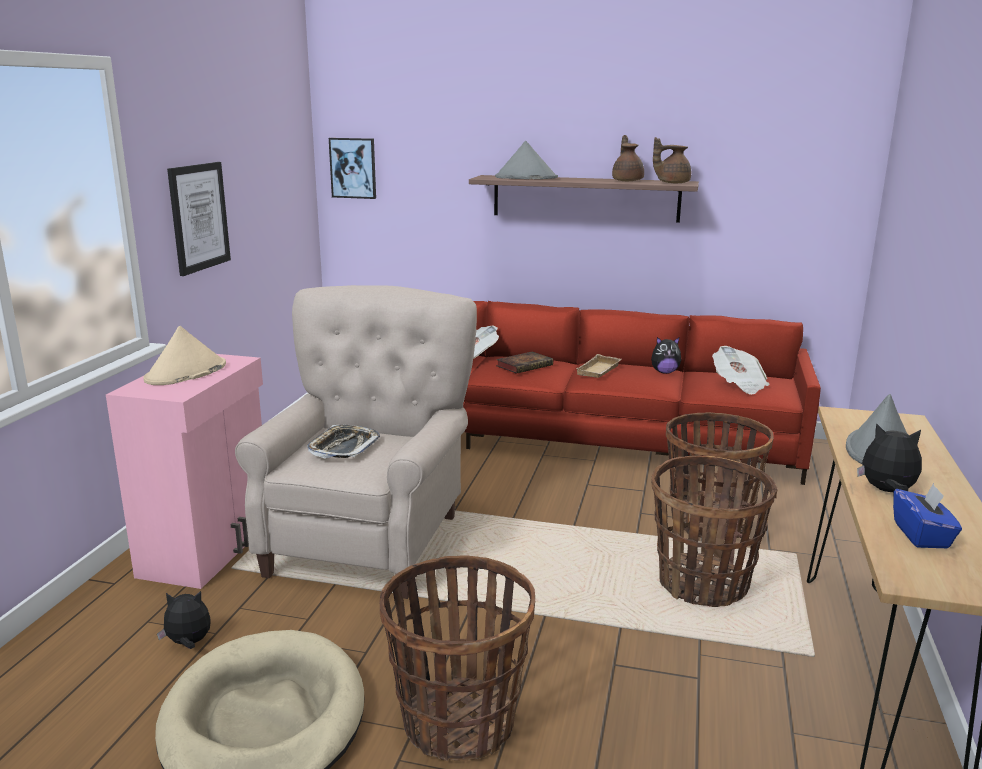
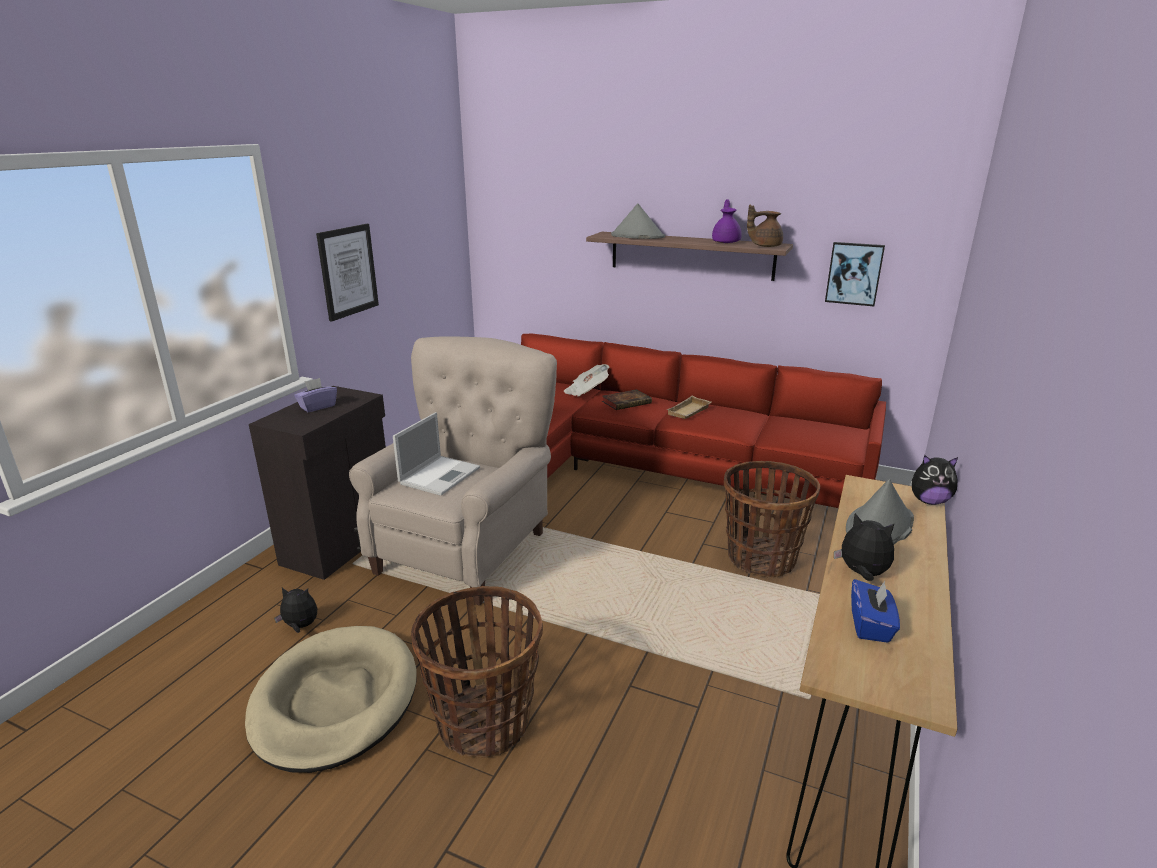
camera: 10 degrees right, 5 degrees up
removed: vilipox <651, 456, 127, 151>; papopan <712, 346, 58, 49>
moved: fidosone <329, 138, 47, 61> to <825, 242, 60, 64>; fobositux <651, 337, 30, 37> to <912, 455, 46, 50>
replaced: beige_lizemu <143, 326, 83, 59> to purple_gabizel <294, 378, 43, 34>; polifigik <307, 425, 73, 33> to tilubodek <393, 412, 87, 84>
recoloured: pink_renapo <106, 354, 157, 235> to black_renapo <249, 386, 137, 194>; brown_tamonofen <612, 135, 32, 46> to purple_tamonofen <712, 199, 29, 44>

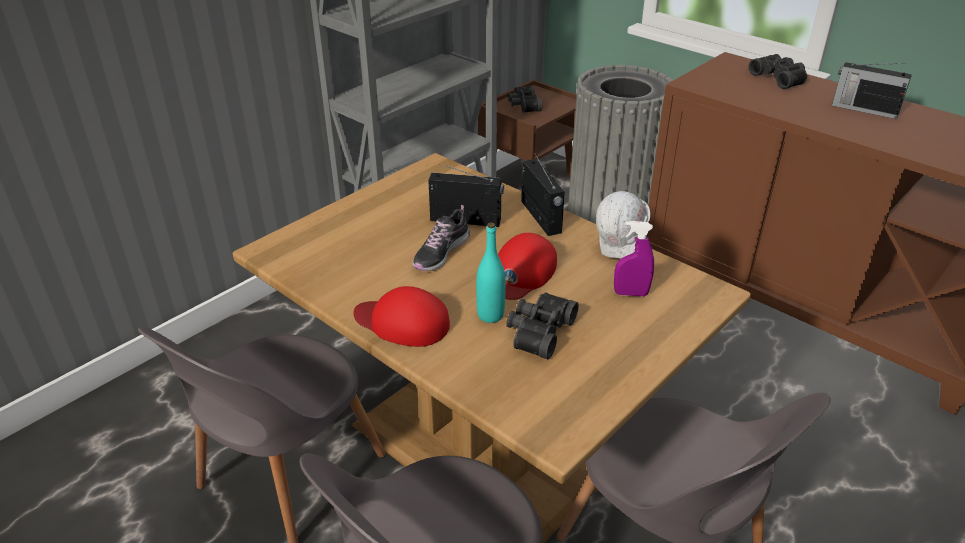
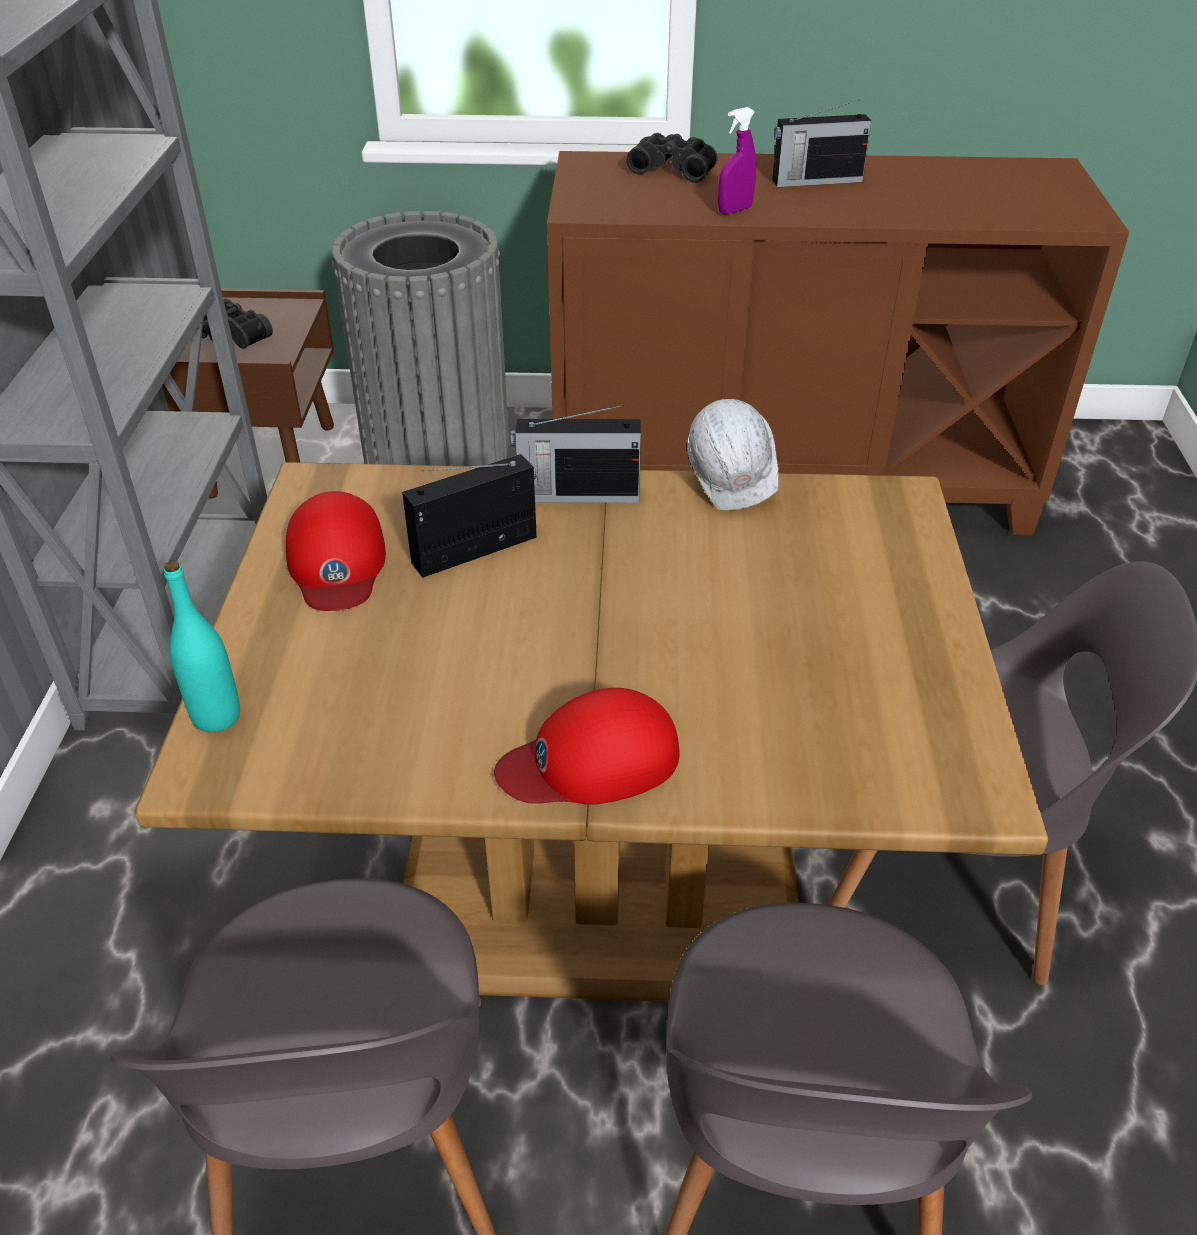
camera: 40 degrees left, 5 degrees up
removed: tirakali <413, 205, 57, 66>; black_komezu <506, 292, 73, 67>
moved: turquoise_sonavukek <476, 223, 30, 100> to <164, 560, 76, 172>; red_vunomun <498, 233, 59, 67> to <286, 491, 100, 120>; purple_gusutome <614, 221, 40, 75> to <718, 107, 38, 108>
turned: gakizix <521, 152, 44, 84> = <511, 405, 130, 98> 150 degrees clockwise

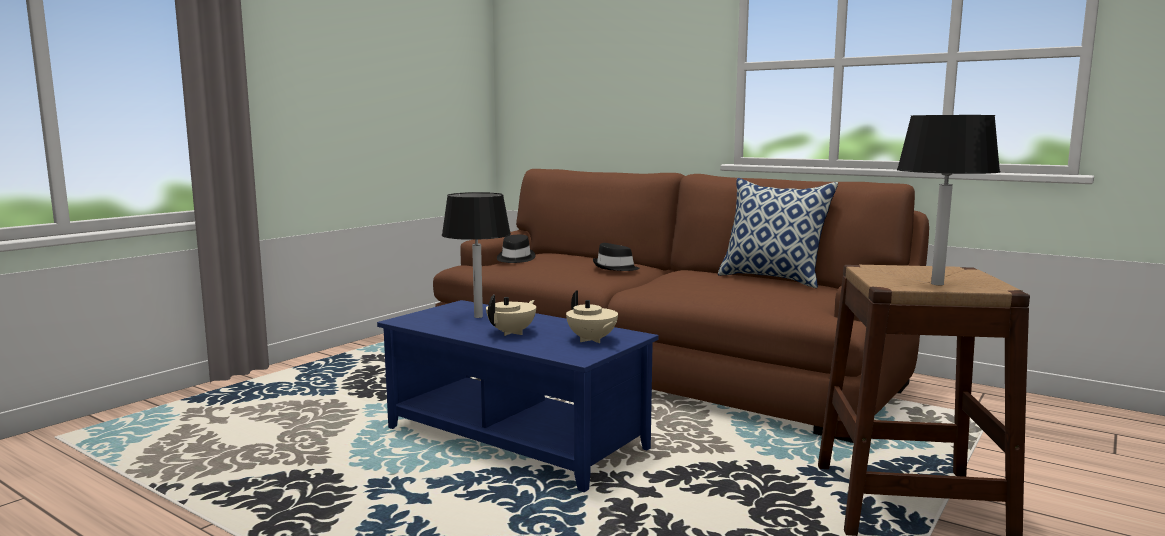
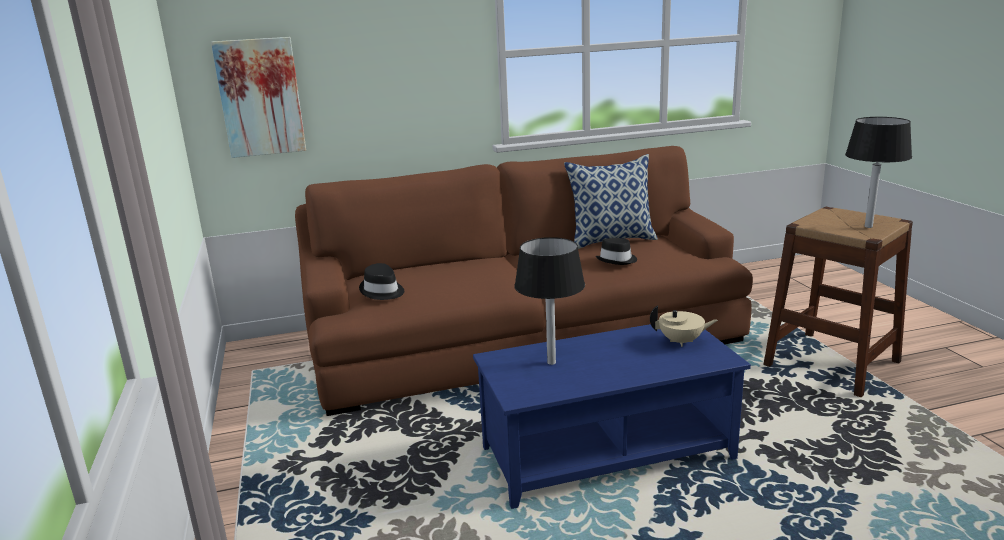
camera: 50 degrees left, 10 degrees up
removed: beige_tamonofen <486, 295, 50, 41>
added: fidosone <211, 37, 95, 121>
moved: black_lizemu <593, 243, 47, 28> to <596, 238, 41, 27>

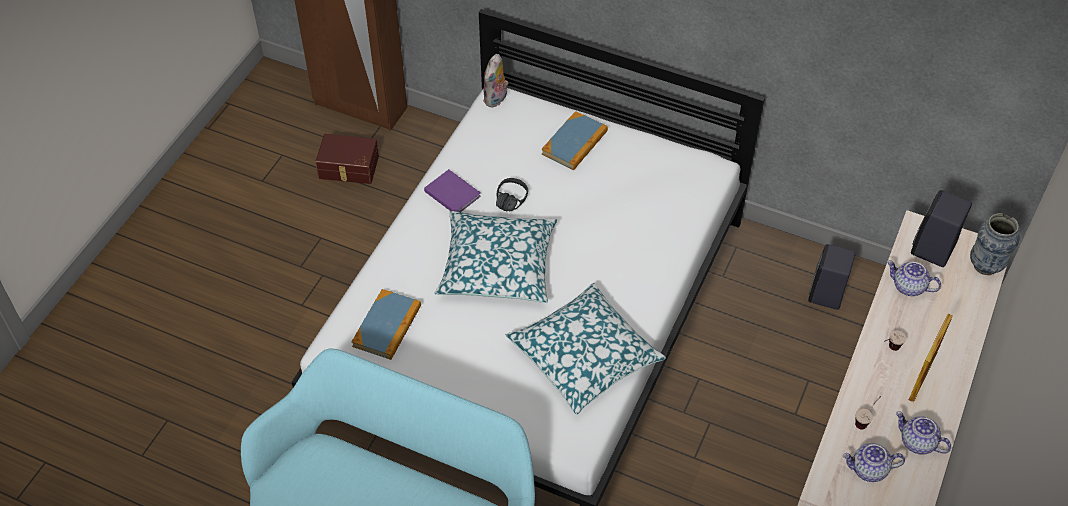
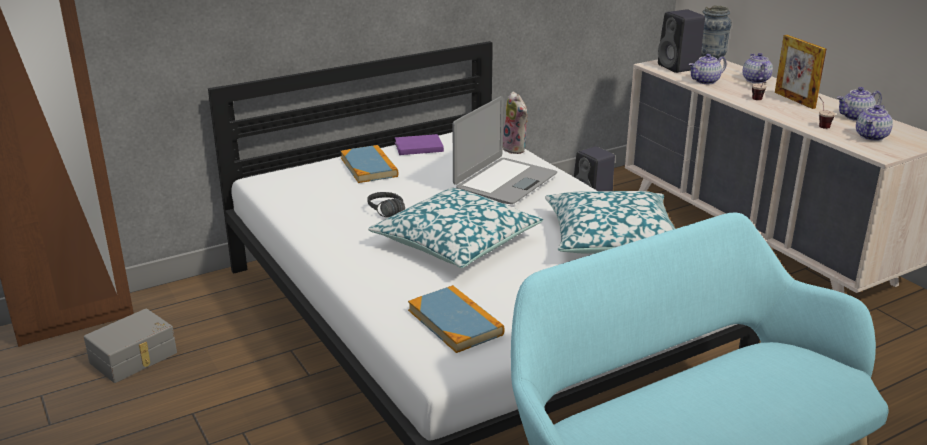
camera: 55 degrees left, 25 degrees down
added: tilubodek <453, 96, 104, 108>; tamonofen <743, 53, 30, 30>
moved: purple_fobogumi <424, 169, 57, 43> to <395, 134, 49, 21>; fobositux <483, 54, 25, 54> to <503, 91, 25, 63>
recoloured: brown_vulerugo <315, 134, 64, 50> to grey_vulerugo <84, 308, 93, 75>

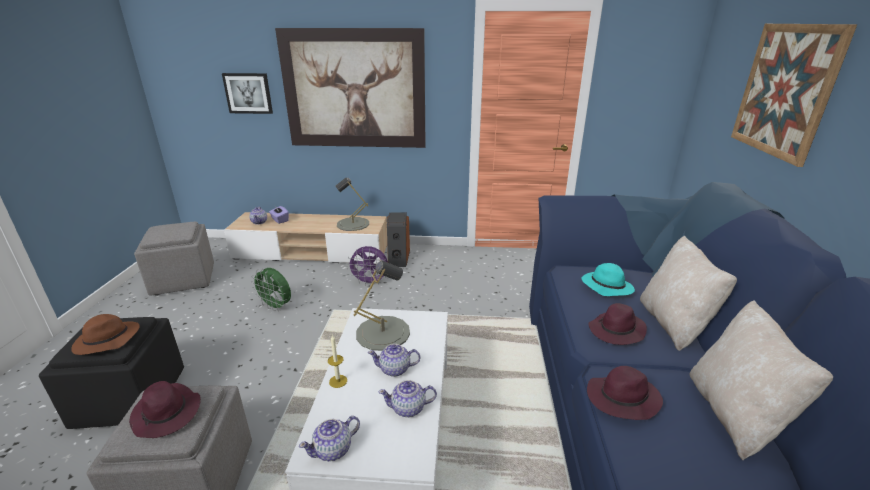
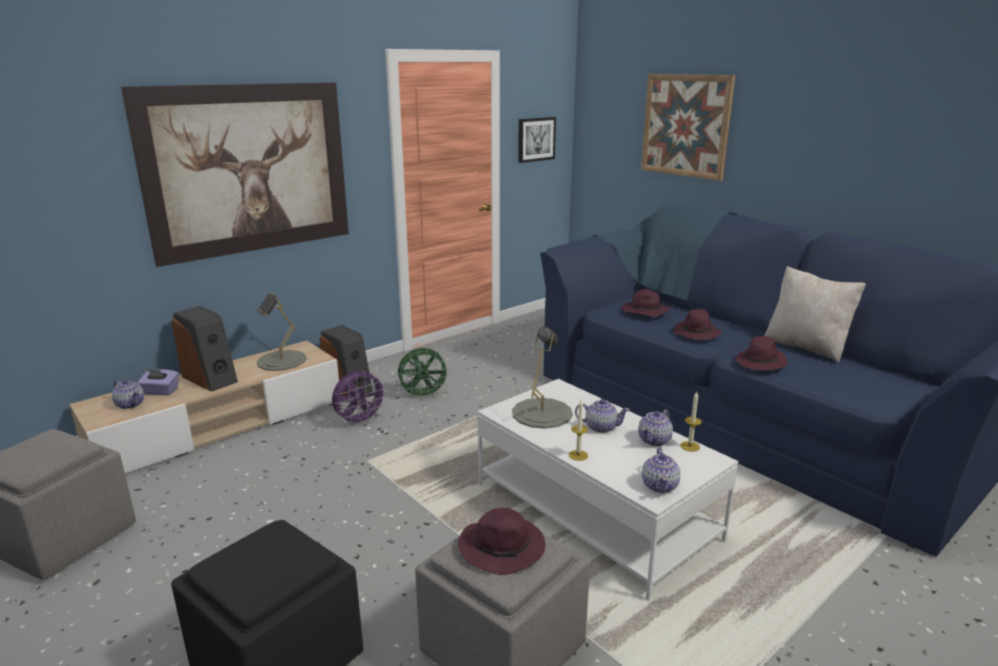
camera: 45 degrees left, 5 degrees down
removed: brown_lizemu <71, 314, 69, 41>; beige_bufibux <640, 236, 97, 115>
added: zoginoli <171, 306, 67, 85>; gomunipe <680, 392, 22, 60>
moved: fidosone <222, 73, 51, 41> to <518, 117, 38, 46>; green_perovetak <251, 268, 40, 43> to <396, 348, 54, 52>
recoloured: turquoise_lizemu <582, 263, 53, 33> to purple_lizemu <621, 289, 49, 28>
turned: tamonofen <368, 344, 52, 33> = <575, 399, 55, 34> 120 degrees counterclockwise

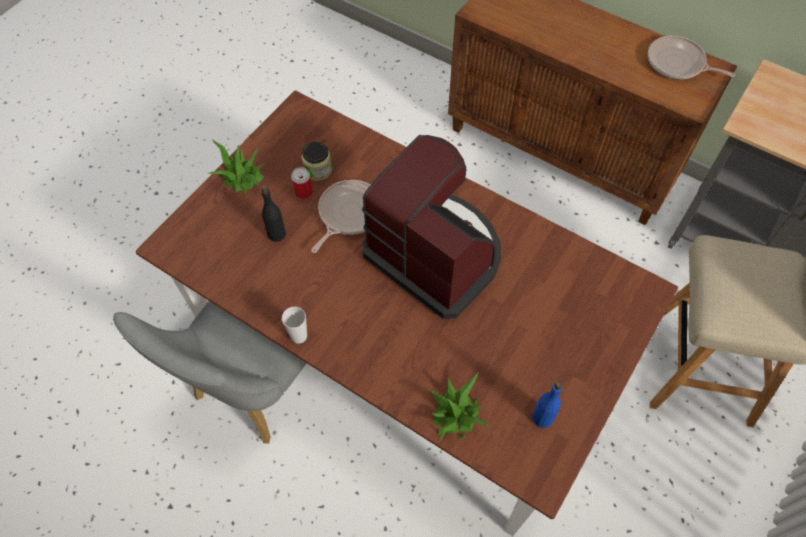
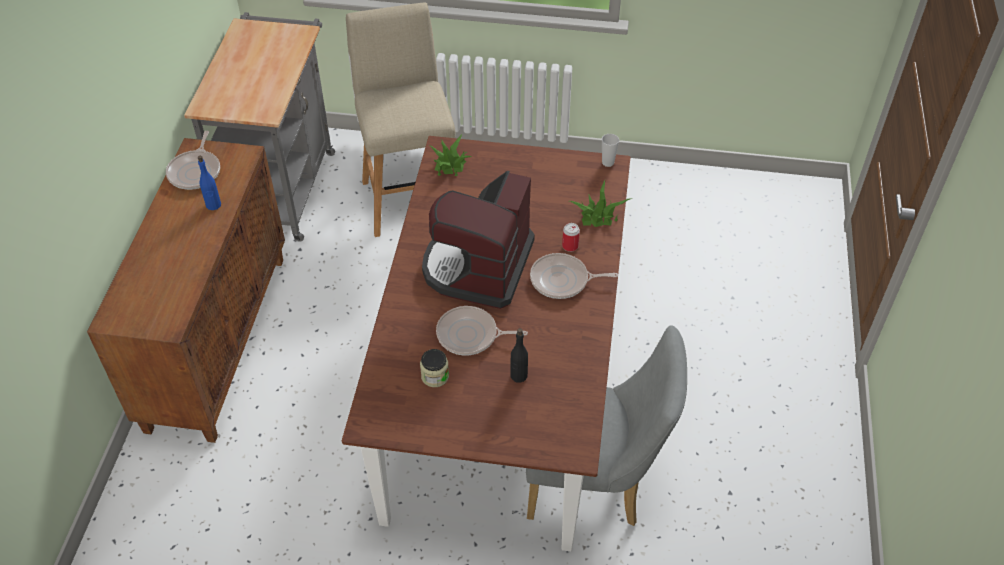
camera: 115 degrees left, 10 degrees down
added: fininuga <530, 253, 88, 46>
moved: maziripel <207, 138, 58, 56> to <430, 134, 42, 42>; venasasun <282, 307, 25, 37> to <602, 134, 17, 33>; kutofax <291, 167, 22, 32> to <562, 223, 18, 29>; blue_sonavukek <532, 382, 30, 46> to <198, 156, 23, 54>

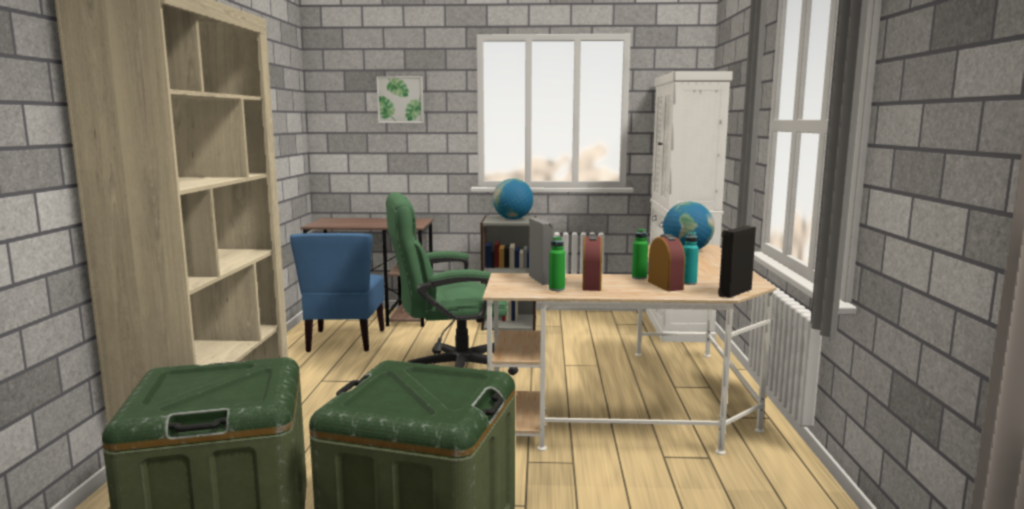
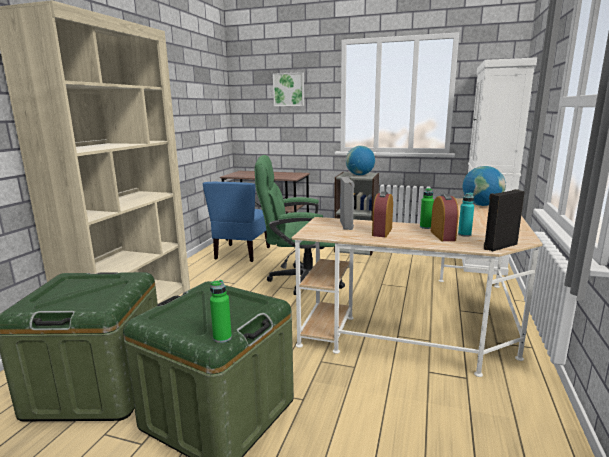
camera: 15 degrees right, 5 degrees up
moved: green_sonavukek <549, 236, 16, 55> to <210, 280, 22, 63>

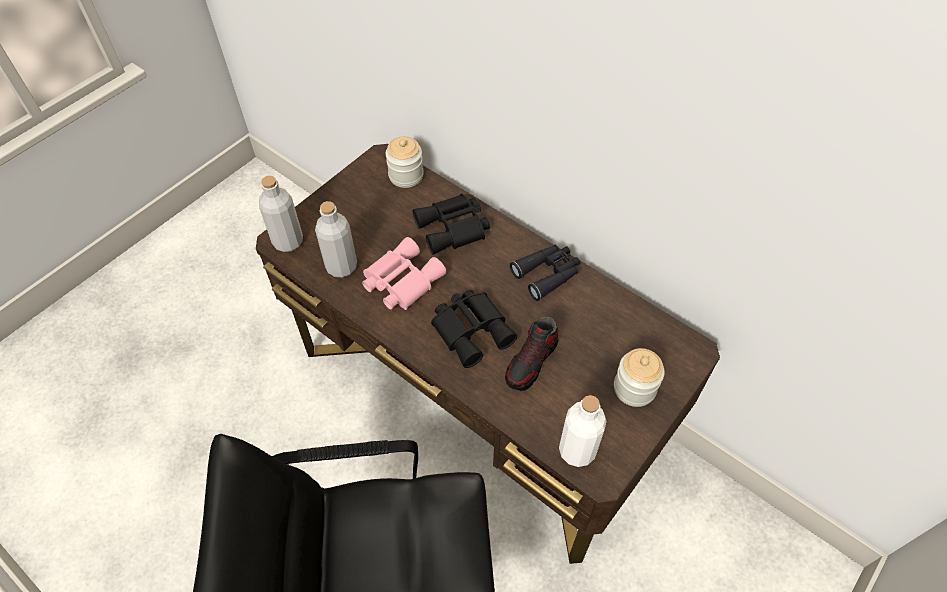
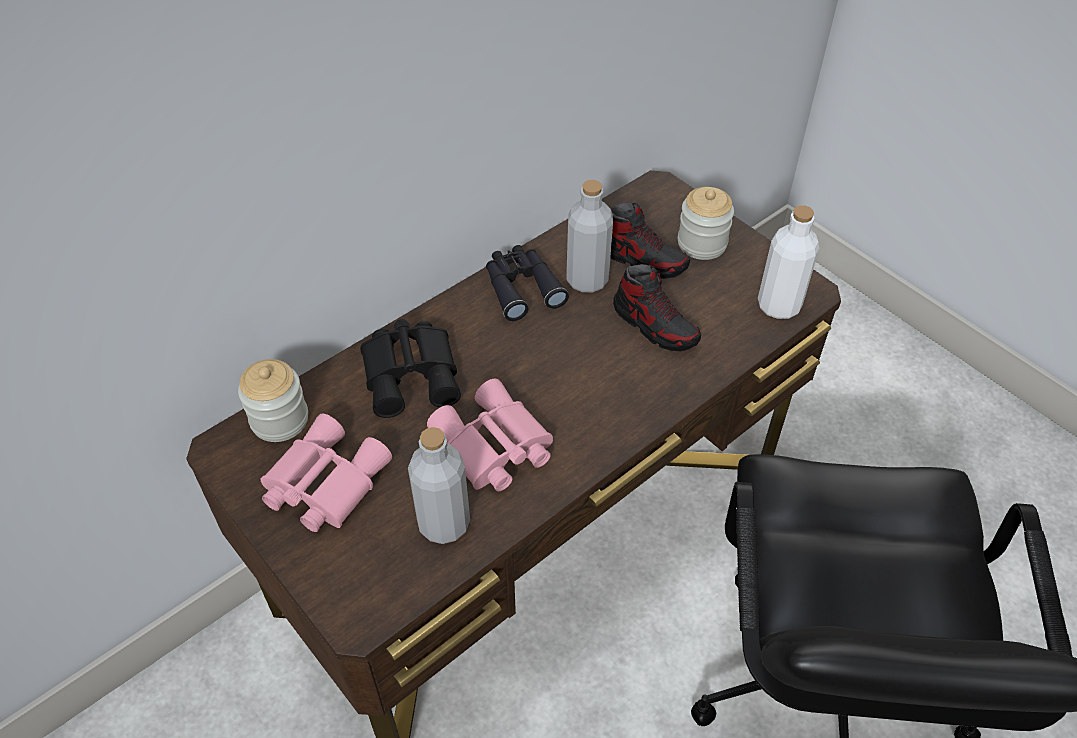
camera: 80 degrees left, 5 degrees down
removed: black_komezu <431, 290, 86, 78>
added: pink_komezu <260, 414, 132, 118>; tirakali <610, 203, 80, 76>
moved: grey_sonavukek <259, 176, 44, 76> to <566, 180, 47, 112>

